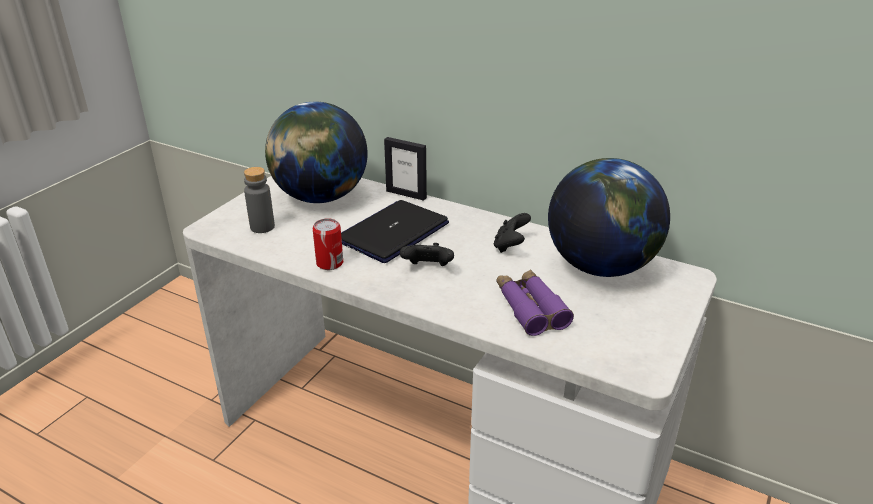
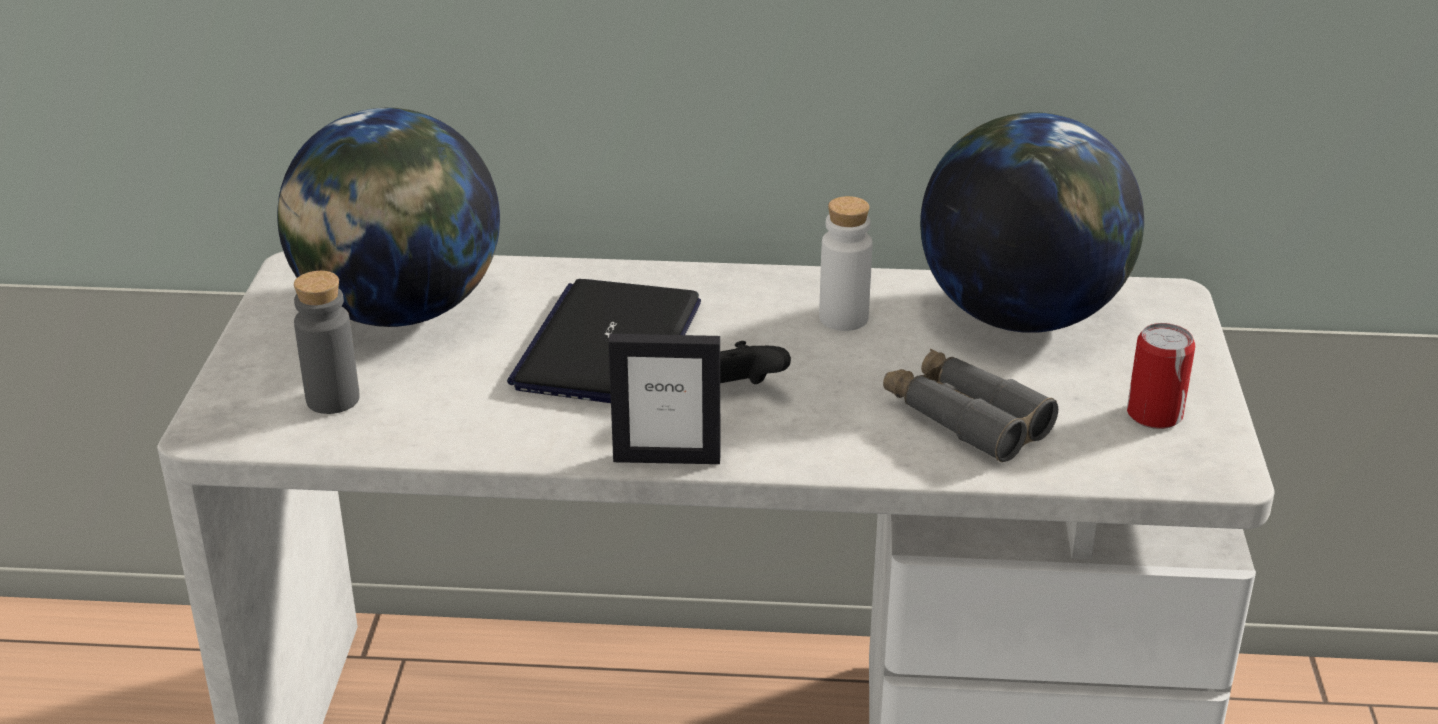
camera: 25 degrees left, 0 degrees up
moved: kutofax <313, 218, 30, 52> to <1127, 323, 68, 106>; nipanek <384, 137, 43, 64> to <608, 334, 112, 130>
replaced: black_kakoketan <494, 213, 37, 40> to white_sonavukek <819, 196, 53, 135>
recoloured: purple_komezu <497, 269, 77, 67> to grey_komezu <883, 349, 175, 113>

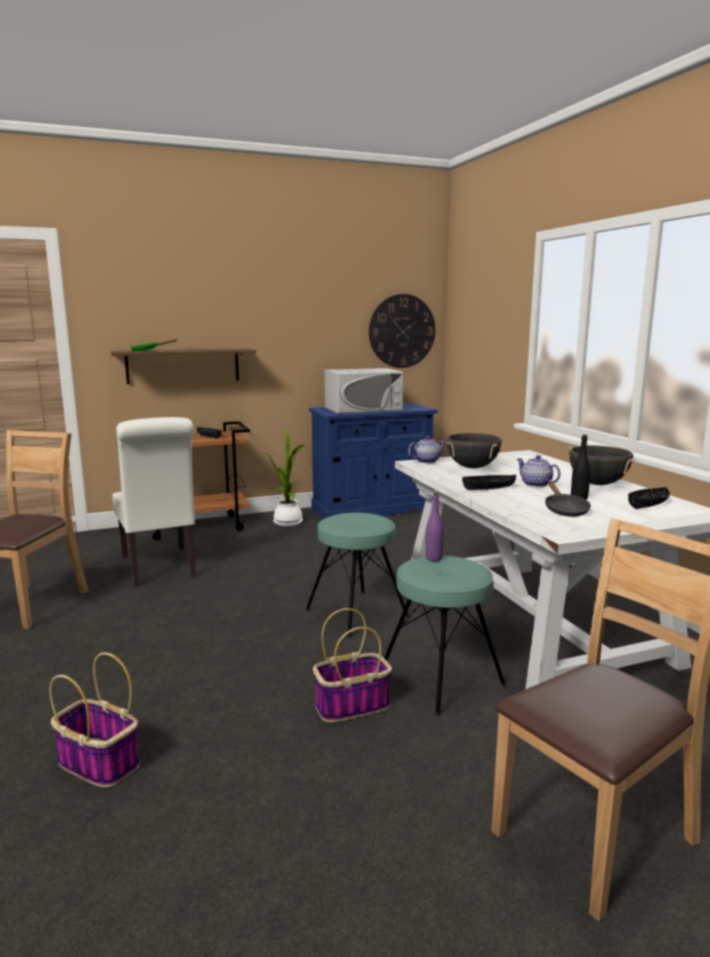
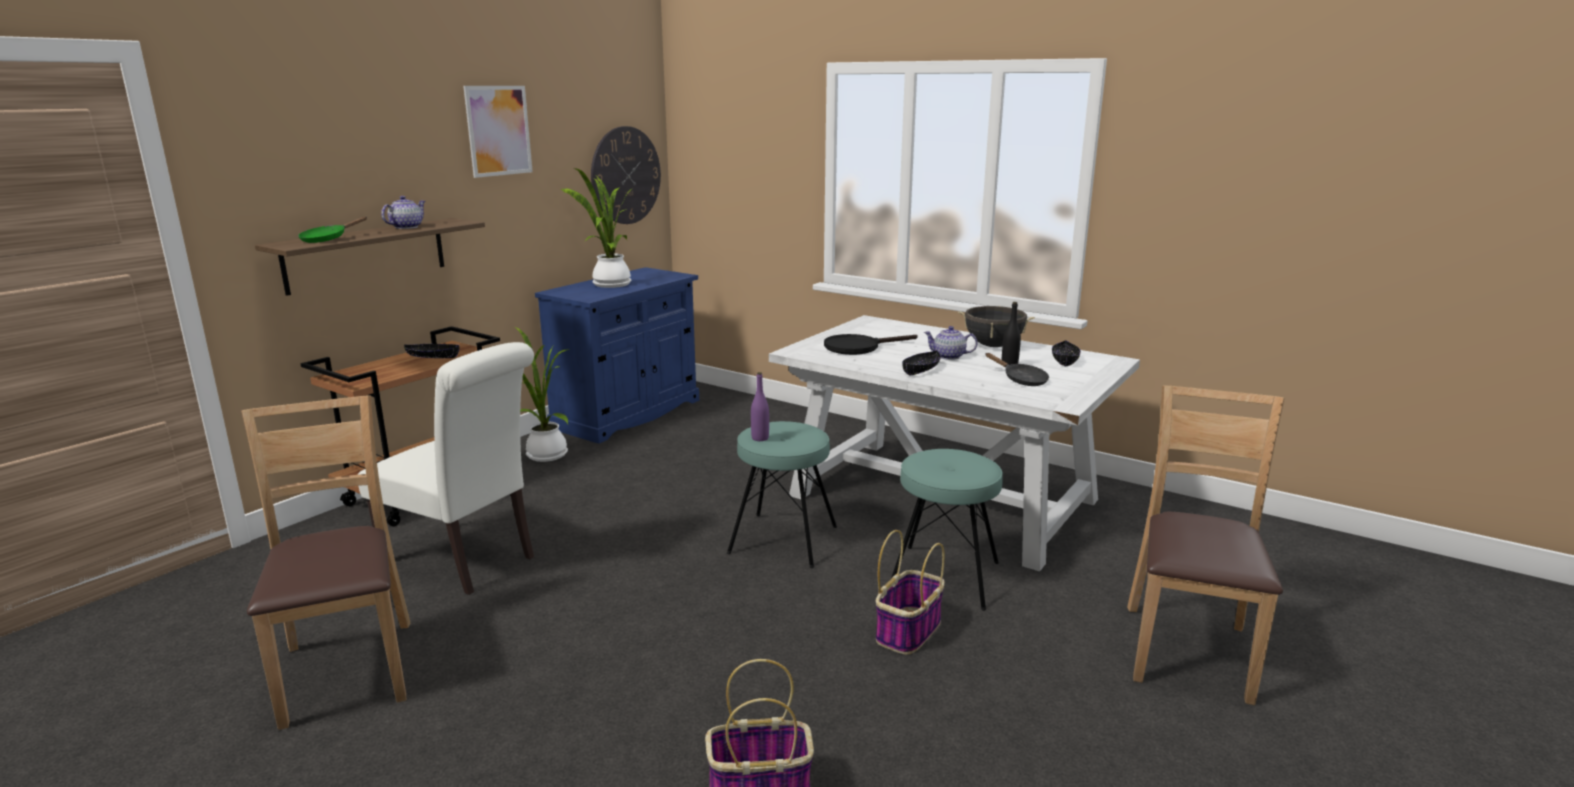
camera: 35 degrees left, 5 degrees up
added: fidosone <463, 86, 70, 92>
moved: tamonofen <408, 436, 38, 27> to <381, 196, 44, 33>; purple_sonavukek <425, 493, 19, 68> to <751, 372, 18, 69>
replaced: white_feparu <324, 368, 79, 46> to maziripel <560, 168, 73, 120>; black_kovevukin <447, 433, 55, 35> to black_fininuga <824, 334, 94, 21>

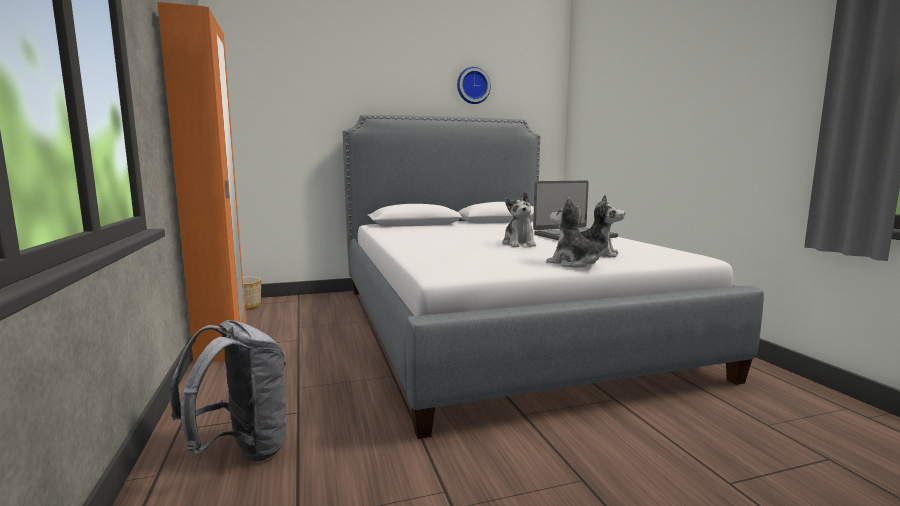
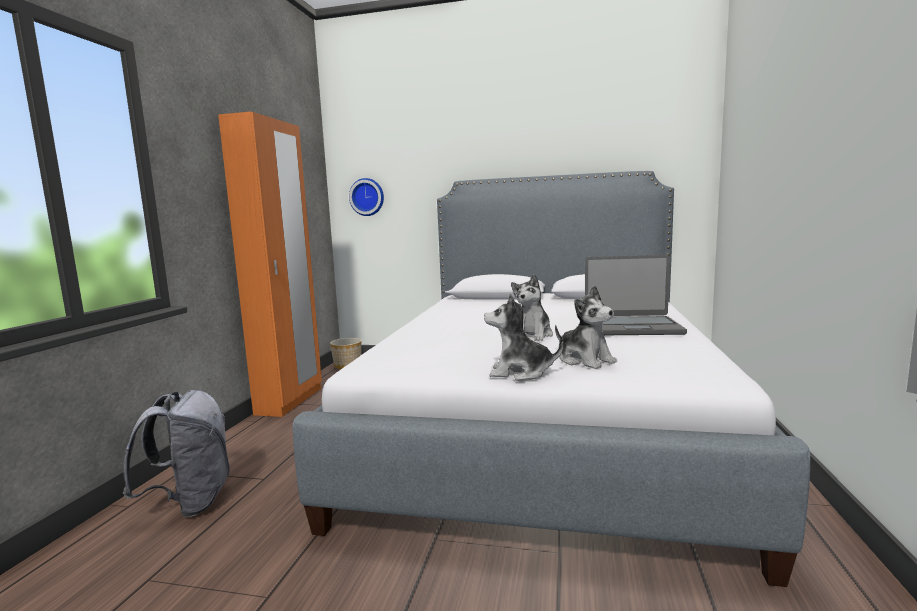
camera: 30 degrees right, 0 degrees up
moved: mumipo <457, 67, 34, 37> to <349, 178, 35, 38>
turned: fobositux <546, 197, 62, 70> = <484, 294, 79, 87> 60 degrees counterclockwise

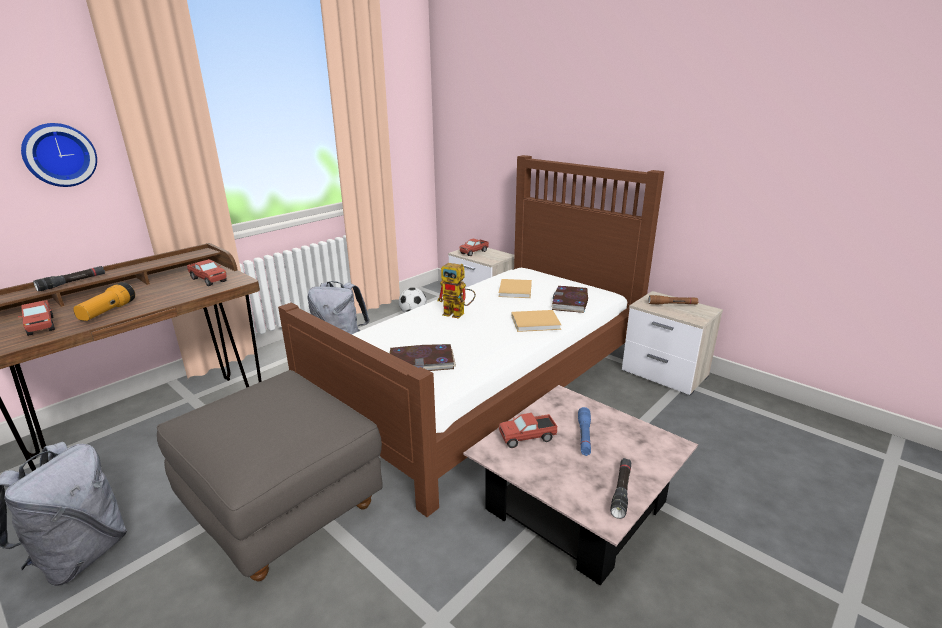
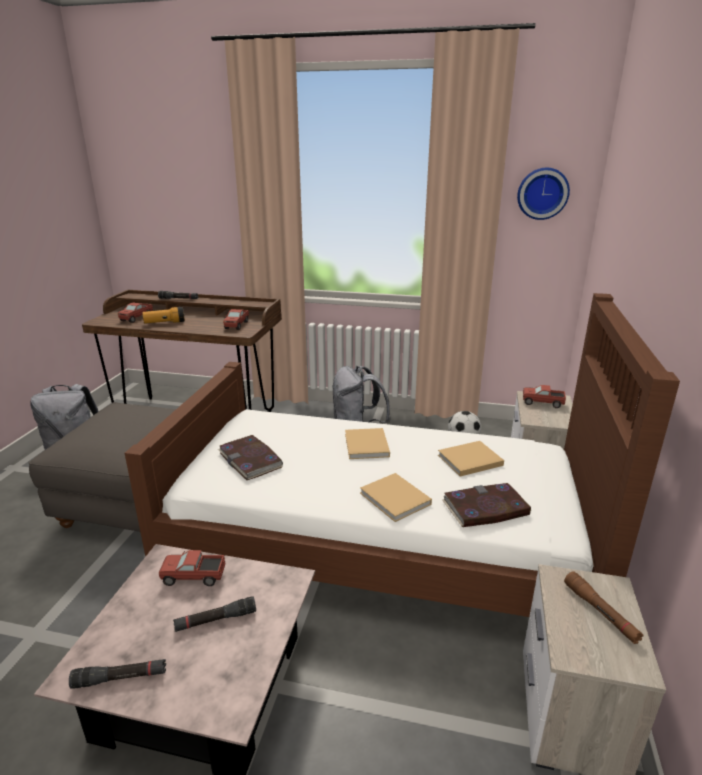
camera: 60 degrees right, 0 degrees up
moved: mumipo <21, 123, 76, 64> to <517, 168, 53, 52>
replaced: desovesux <437, 263, 39, 56> to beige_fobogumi <345, 428, 45, 31>
recoloured: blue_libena <578, 407, 13, 49> to black_libena <173, 596, 83, 36>
turned: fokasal <499, 413, 58, 35> = <159, 550, 66, 36> 45 degrees counterclockwise

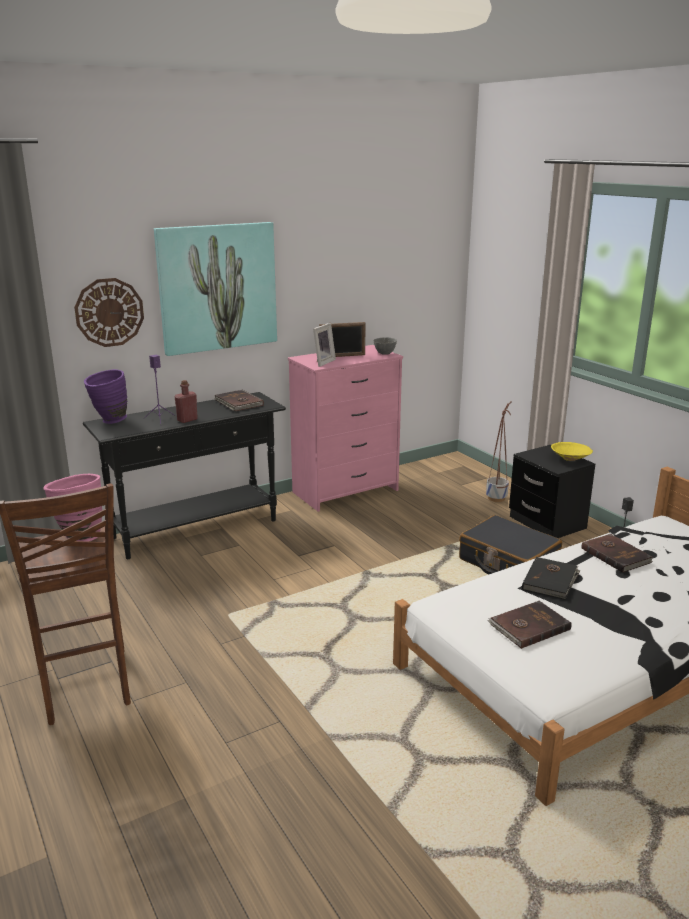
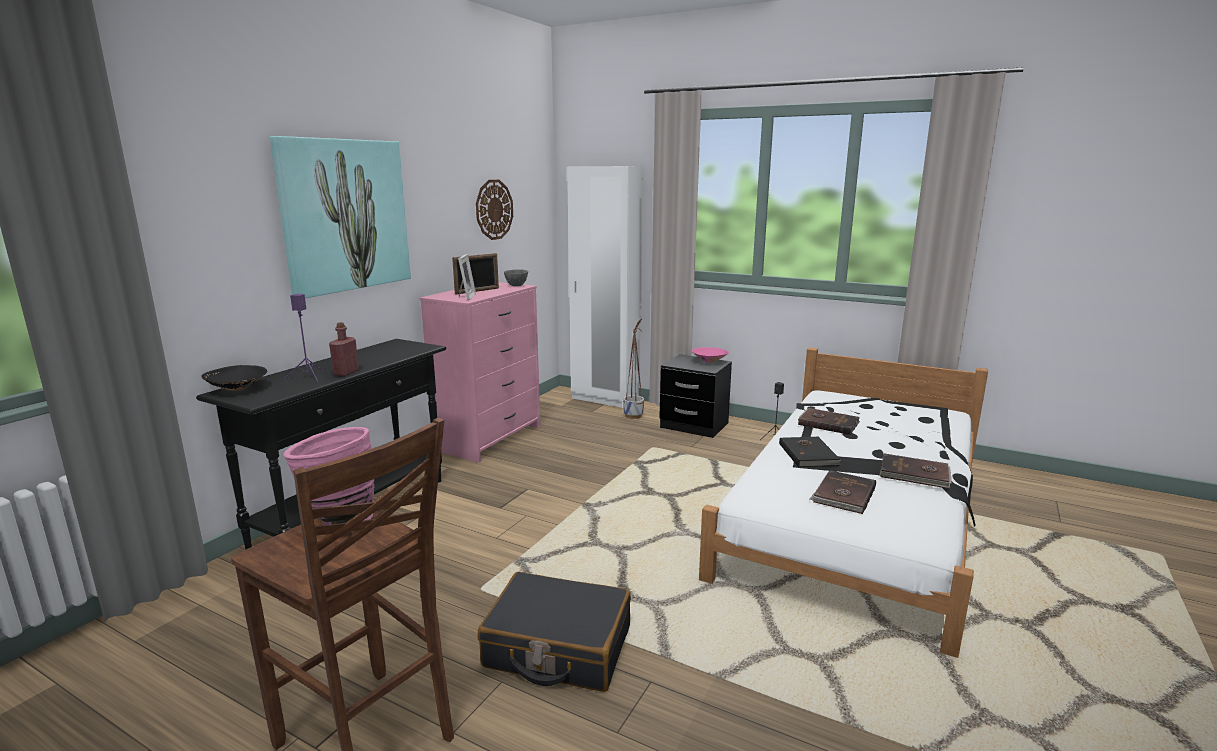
camera: 30 degrees left, 5 degrees down
added: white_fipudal <567, 166, 75, 242>
moved: mumipo <74, 278, 70, 69> to <476, 180, 37, 60>; brown_fobogumi <214, 390, 50, 21> to <879, 453, 72, 36>; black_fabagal <459, 515, 103, 59> to <478, 572, 153, 120>
replaced: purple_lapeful <84, 369, 43, 55> to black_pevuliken <201, 365, 67, 26>
recoloured: yellow_pevuliken <551, 442, 42, 19> to pink_pevuliken <692, 347, 37, 16>

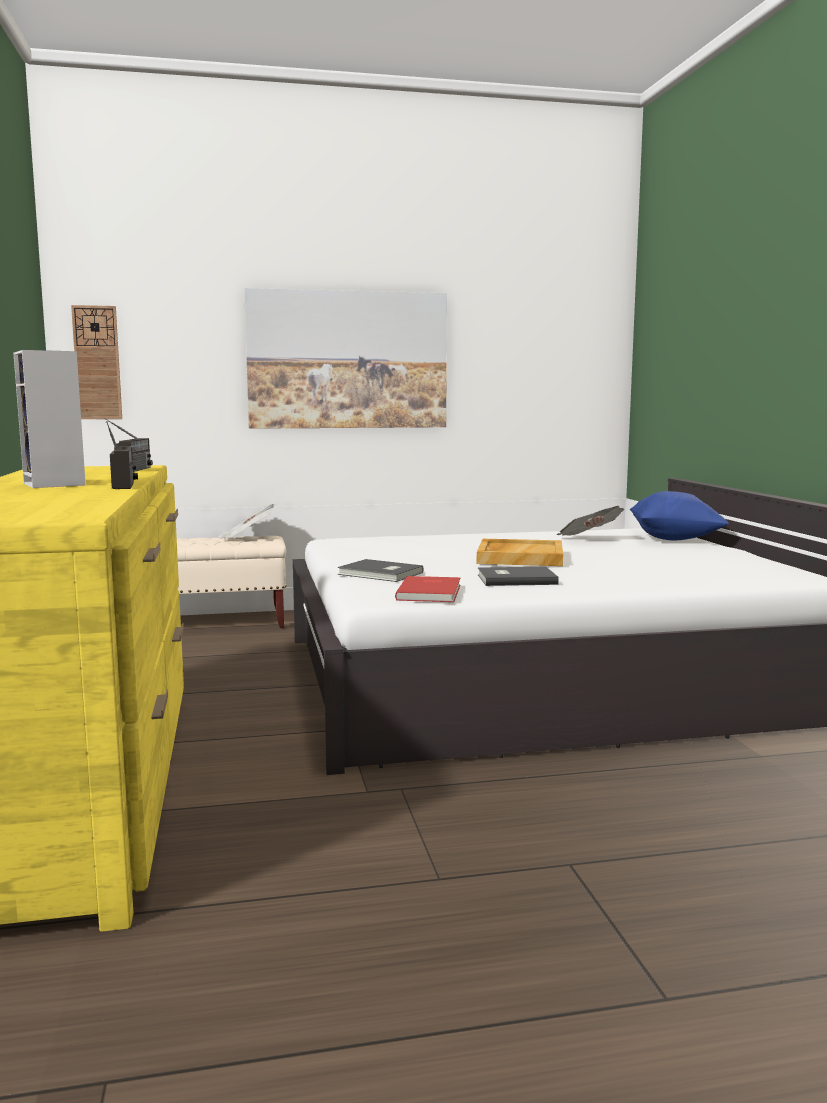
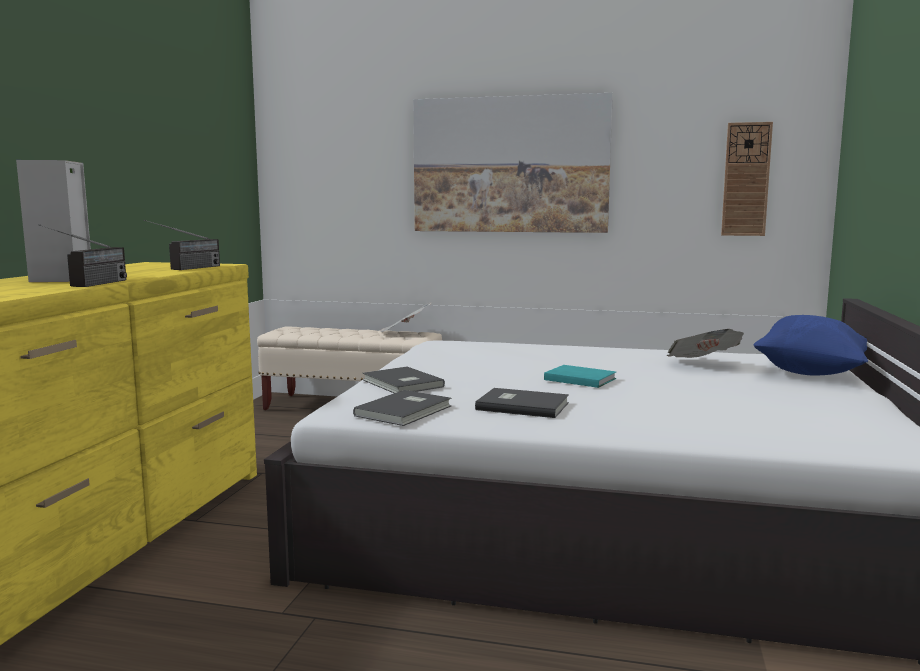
camera: 25 degrees right, 0 degrees up
moved: mumipo <71, 305, 51, 114> to <721, 122, 52, 114>
replaced: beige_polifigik <477, 539, 86, 27> to turquoise_fobogumi <544, 365, 72, 23>
recoloured: red_fobogumi <395, 576, 66, 26> to grey_fobogumi <353, 390, 98, 36>

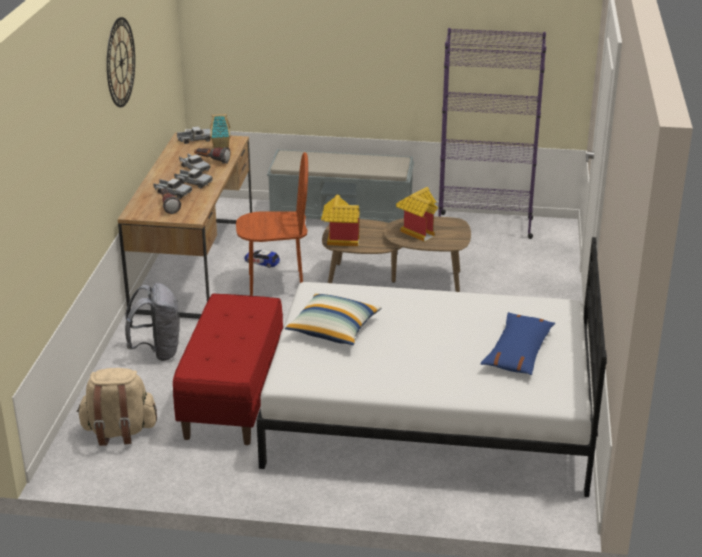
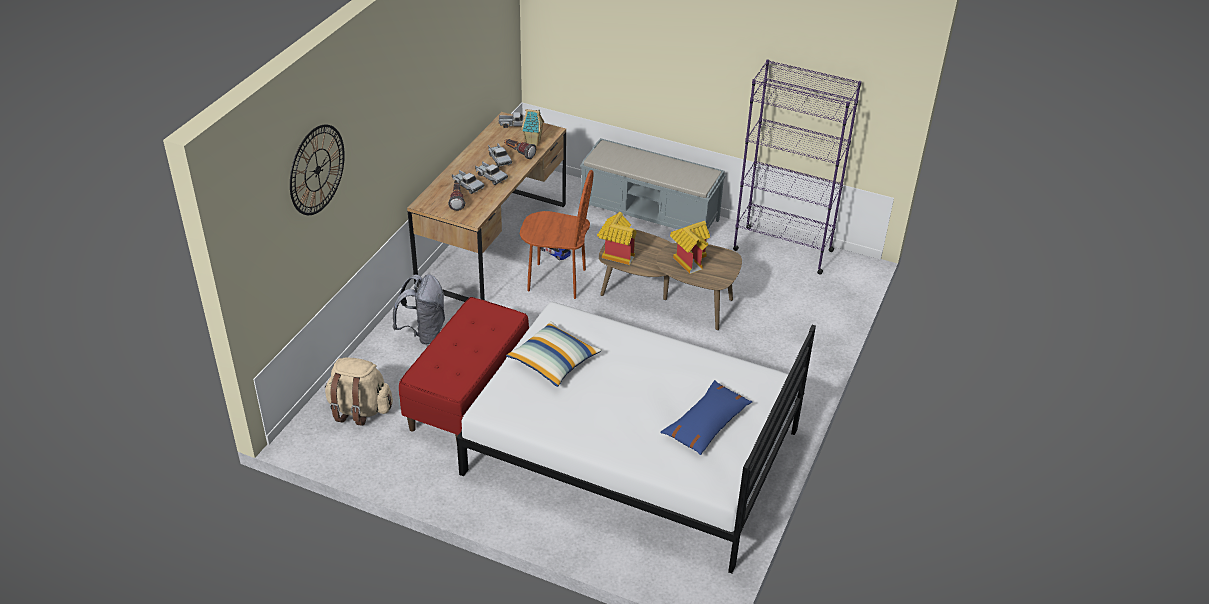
camera: 15 degrees right, 10 degrees up
moved: mumipo <107, 17, 28, 90> to <290, 124, 55, 91>

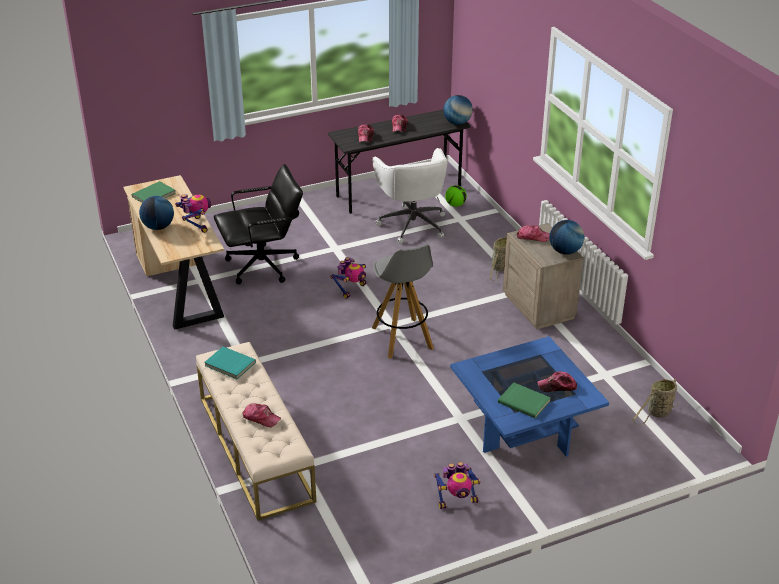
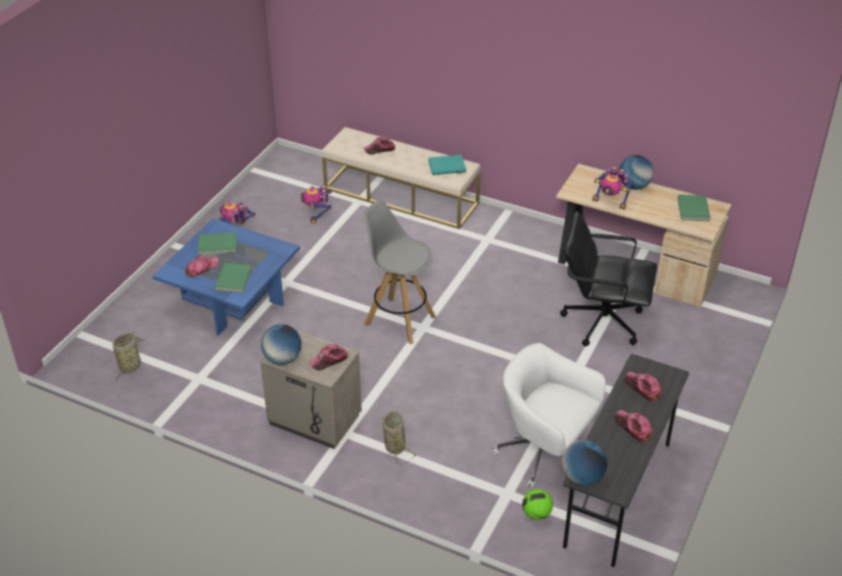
camera: 140 degrees right, 5 degrees up
added: green_fobogumi <214, 263, 38, 30>
moved: desovesux <330, 257, 37, 42> to <300, 185, 32, 39>
turned: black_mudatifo <214, 164, 89, 120> = <560, 212, 97, 134> 75 degrees clockwise

